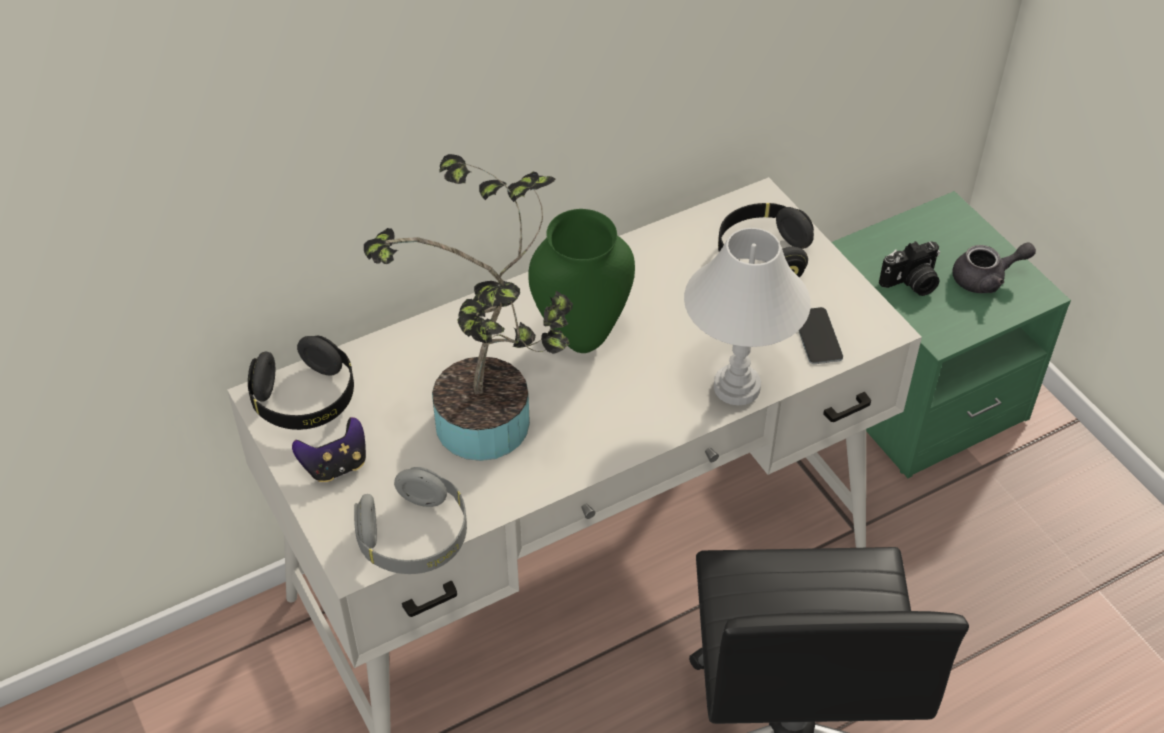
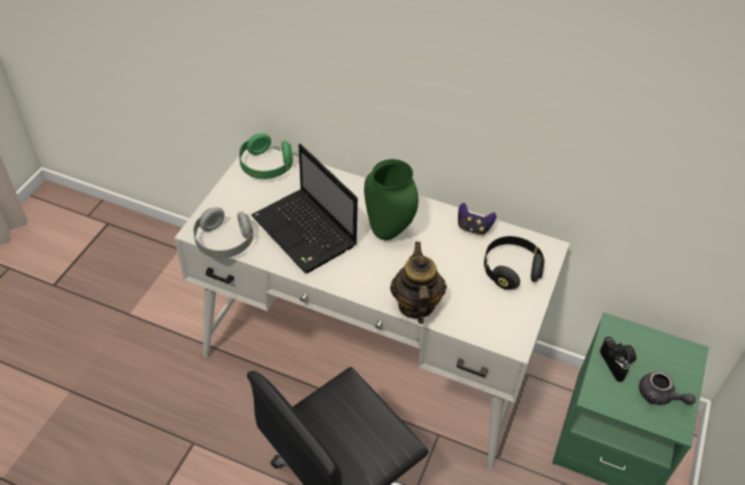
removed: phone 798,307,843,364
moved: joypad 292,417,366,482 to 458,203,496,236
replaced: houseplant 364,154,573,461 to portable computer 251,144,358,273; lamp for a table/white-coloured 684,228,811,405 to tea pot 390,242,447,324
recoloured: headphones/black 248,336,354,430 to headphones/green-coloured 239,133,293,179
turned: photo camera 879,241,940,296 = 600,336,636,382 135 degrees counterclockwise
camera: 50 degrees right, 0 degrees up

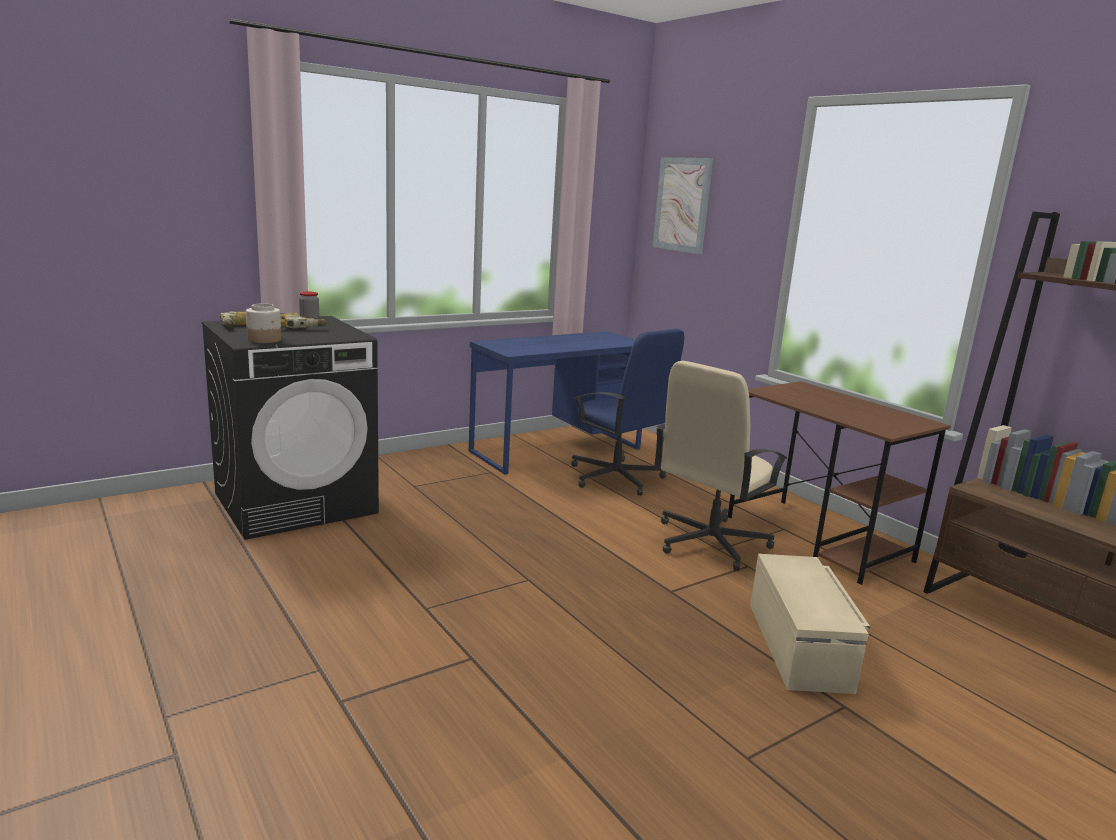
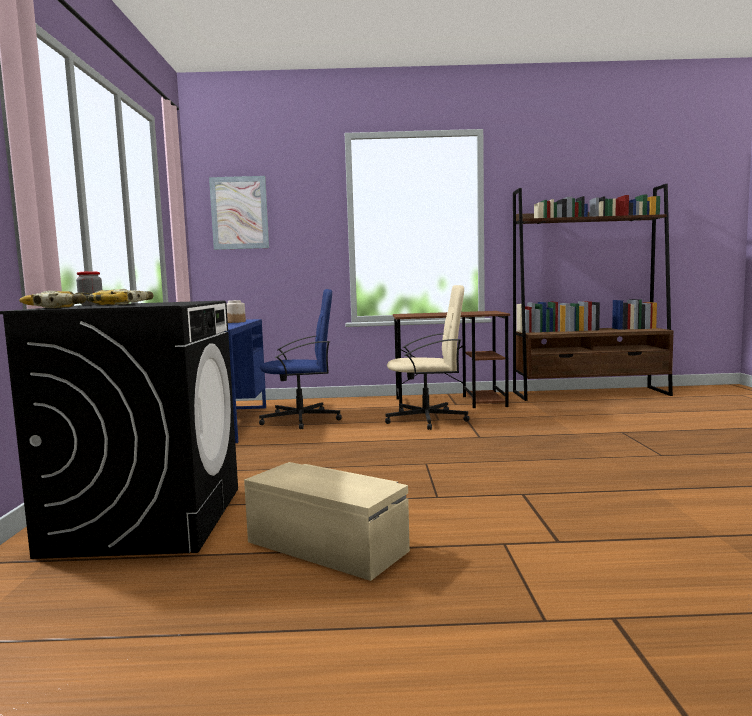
moved: jar 246,304,281,343 to 227,300,246,323; storage container/sand-coloured 750,554,870,694 to 244,462,410,581
turned: office chair/sand-coloured 654,361,787,571 = 385,285,470,430 75 degrees counterclockwise
camera: 55 degrees left, 10 degrees down

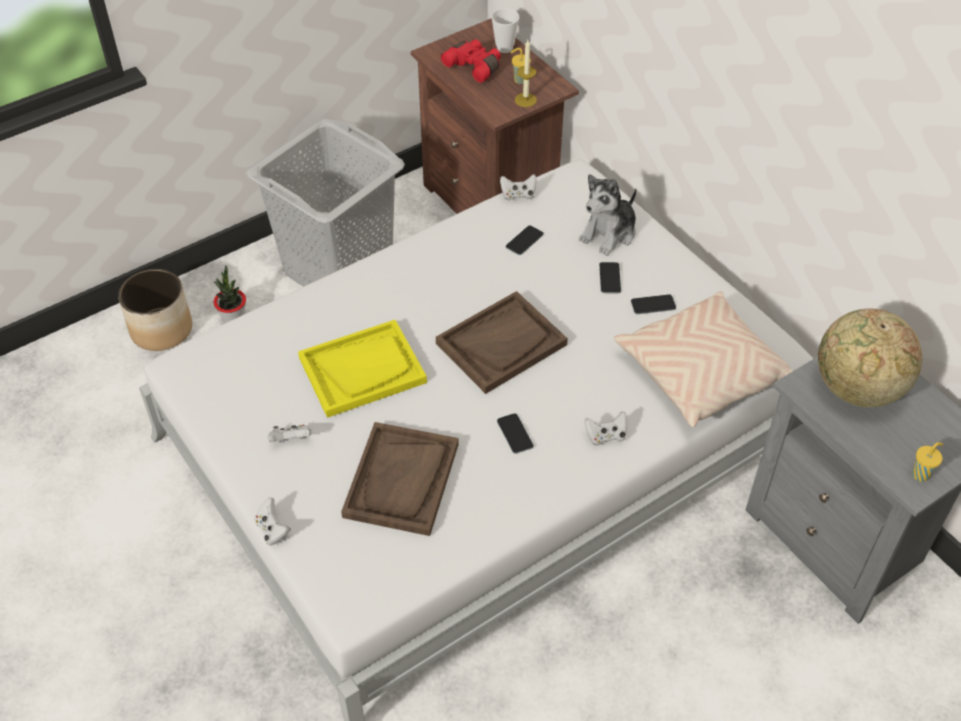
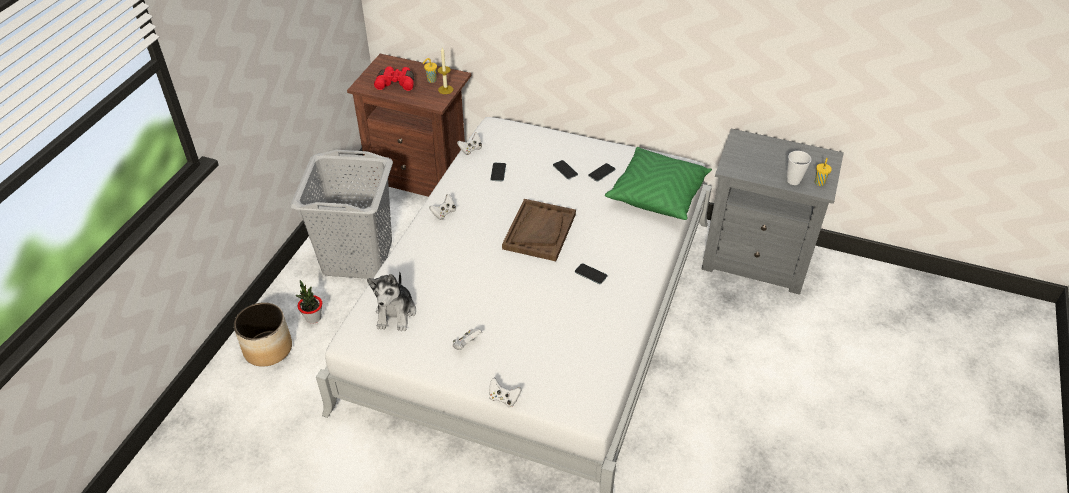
removed: globe 818,309,922,408; tray/yellowish 298,320,427,418; tray/brownish 341,422,459,536
moved: cup 491,9,519,53 to 787,151,811,185; soft toy 579,174,637,256 to 367,272,416,331; joypad/white-coloured 585,411,627,446 to 429,194,456,220
recoloured: pillow/sand-coloured 614,291,793,427 to pillow/green-coloured 605,147,712,220
camera: 35 degrees left, 5 degrees down

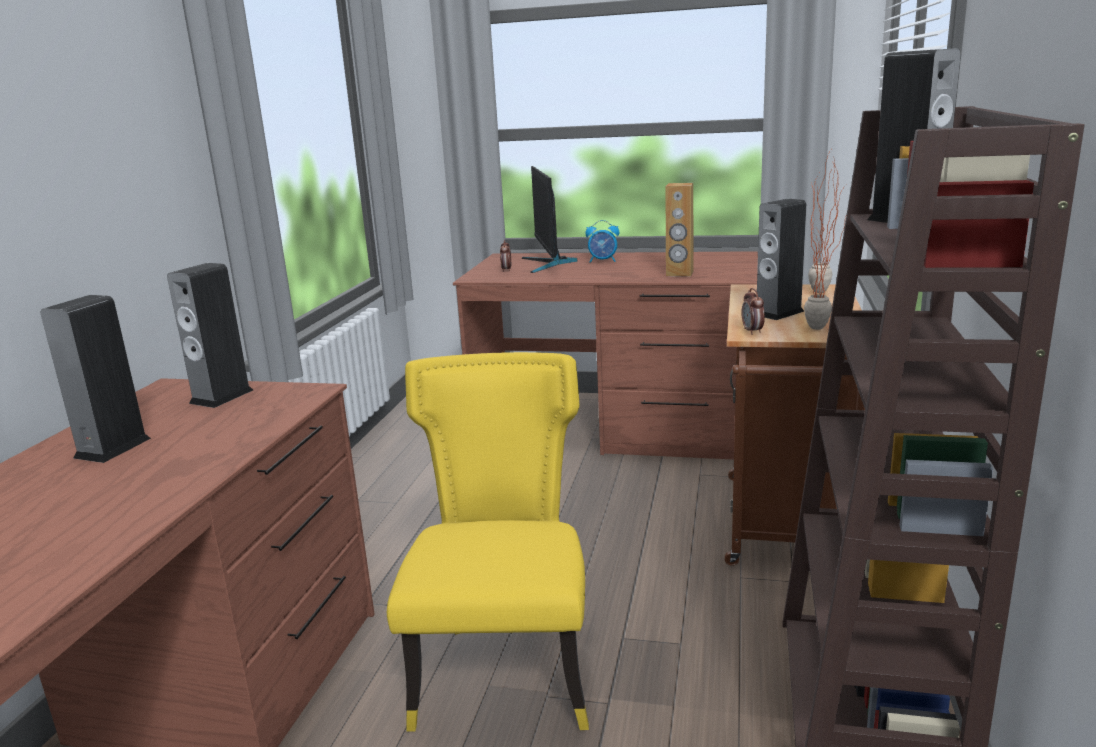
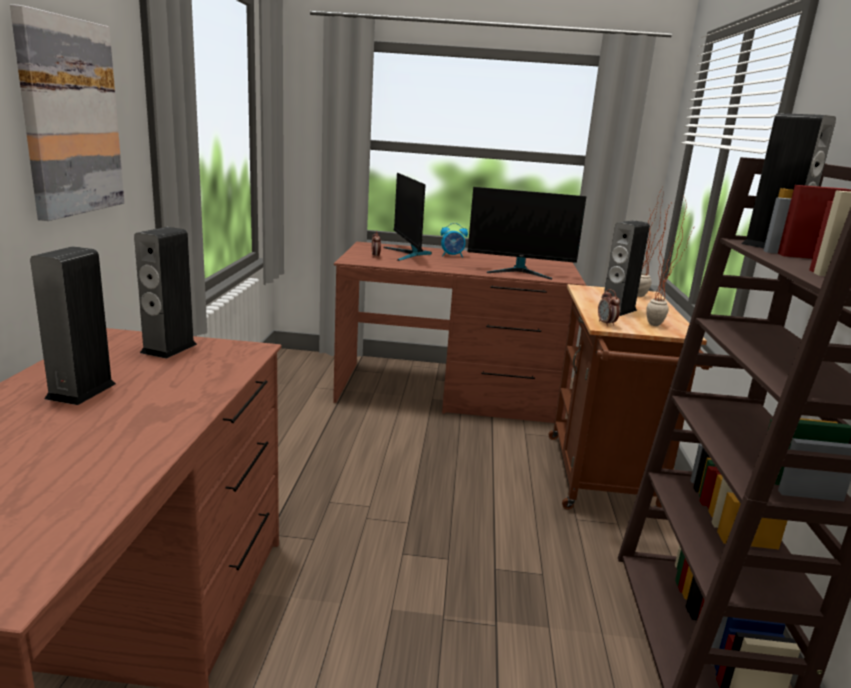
removed: chair/yellowish 387,352,589,732
added: wall picture 10,4,125,221
replaced: loudspeaker/brownish 665,183,694,277 to computer display 468,187,586,280
camera: 10 degrees left, 0 degrees up

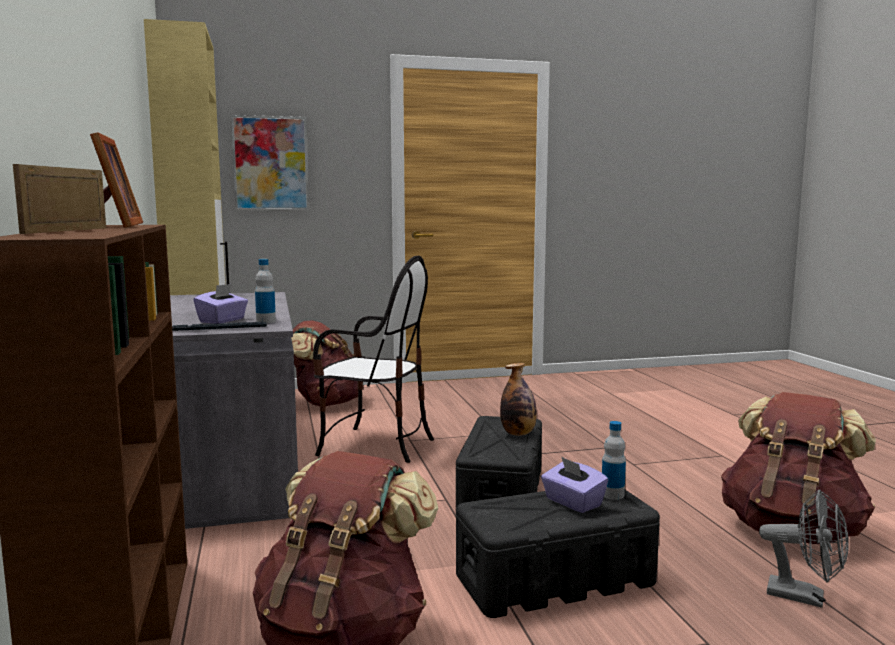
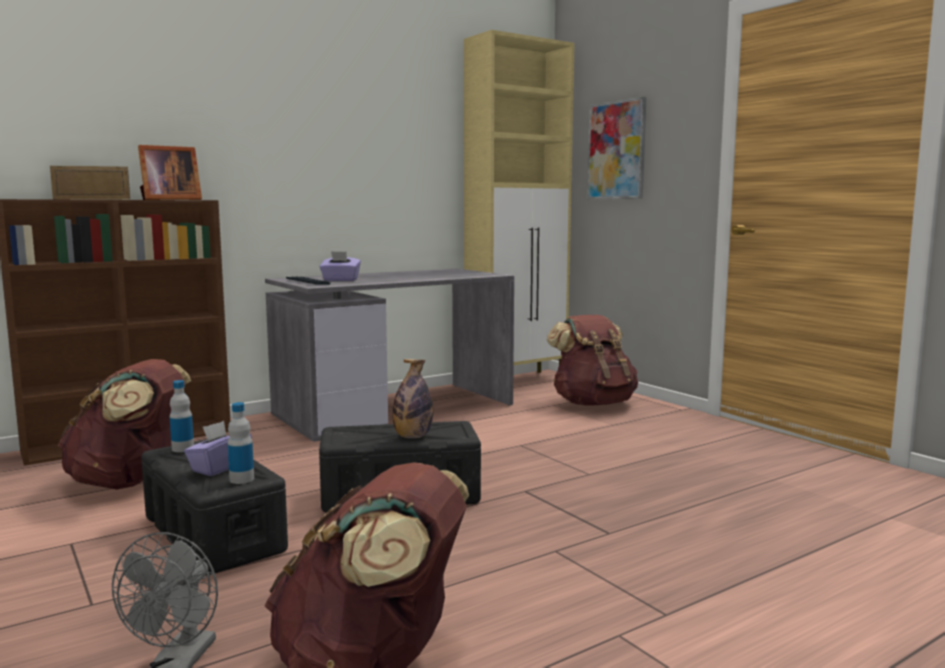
removed: chair 313,255,434,463
moved: beverage bottle 255,259,276,323 to 170,380,194,452
camera: 70 degrees right, 0 degrees up

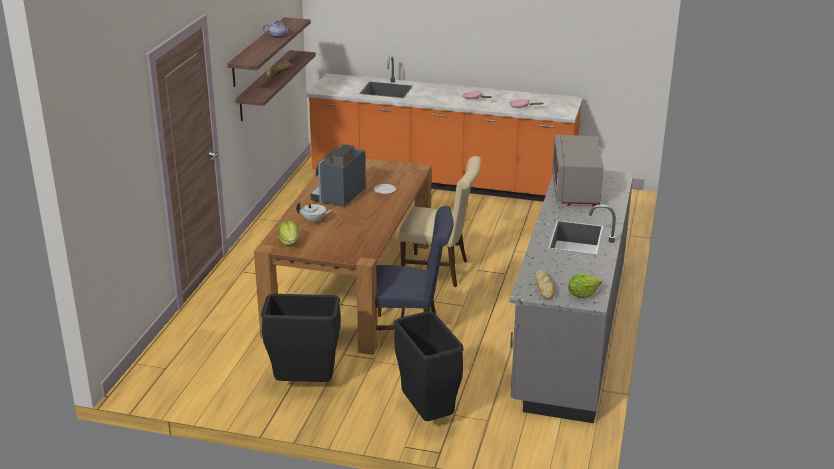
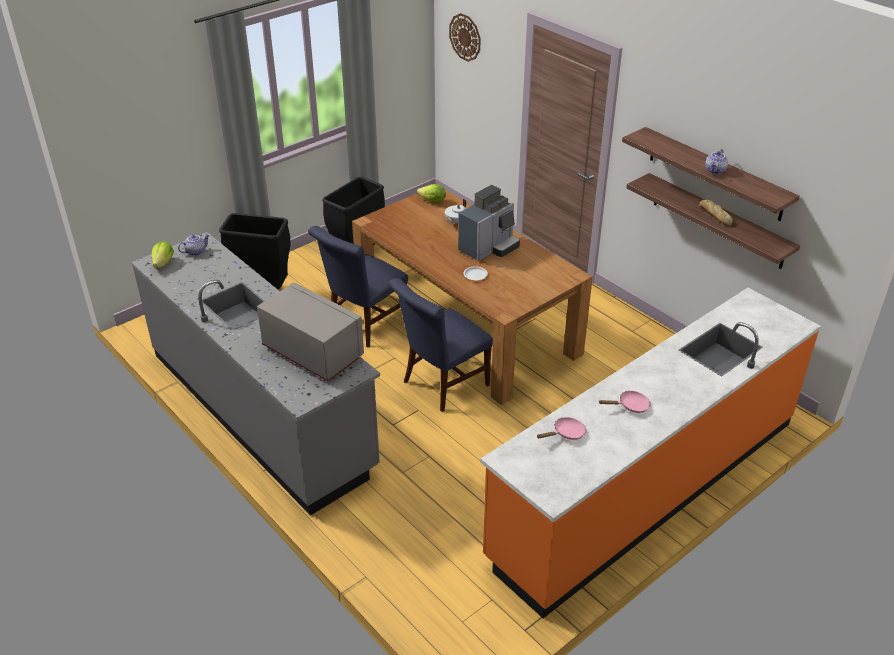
added: wall clock 449,13,481,62
replaced: bakery bread 535,270,555,300 to tea pot 178,234,210,256
recoloured: chair/sand-coloured 398,156,481,287 to chair/bluish 388,278,493,412
turned: coffee maker 310,144,366,207 = 458,185,520,261 75 degrees clockwise
camera: 125 degrees right, 10 degrees up

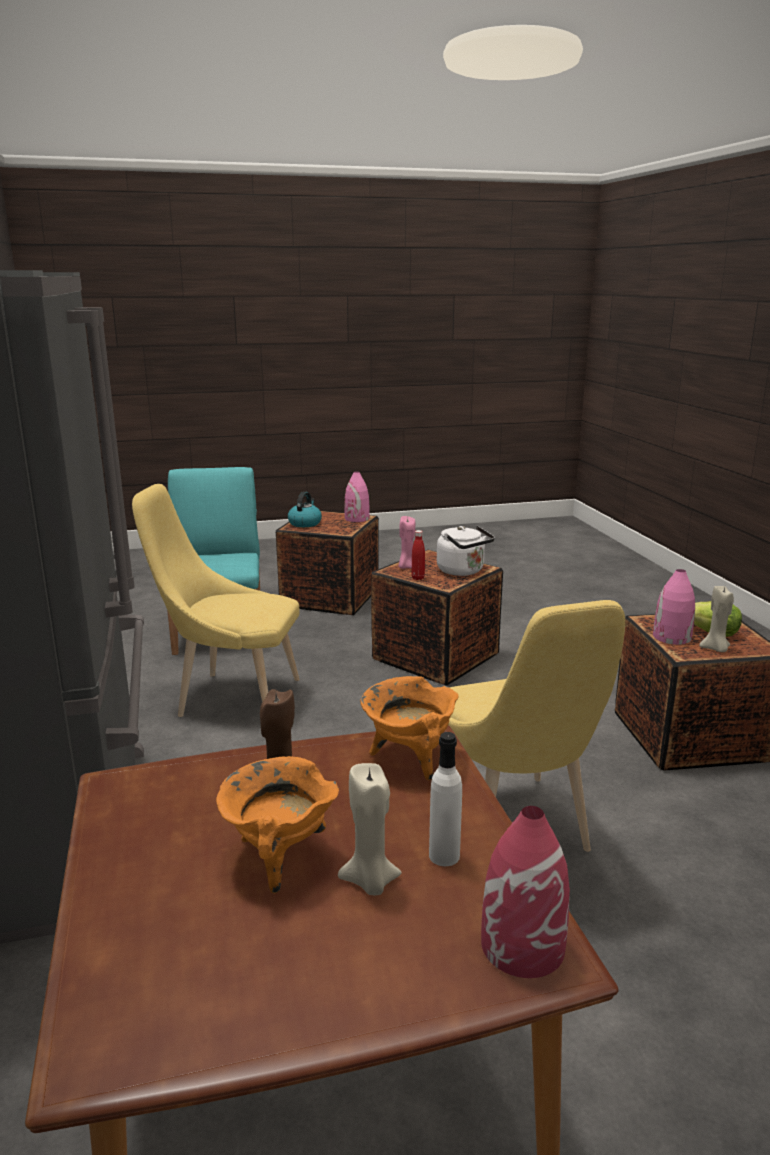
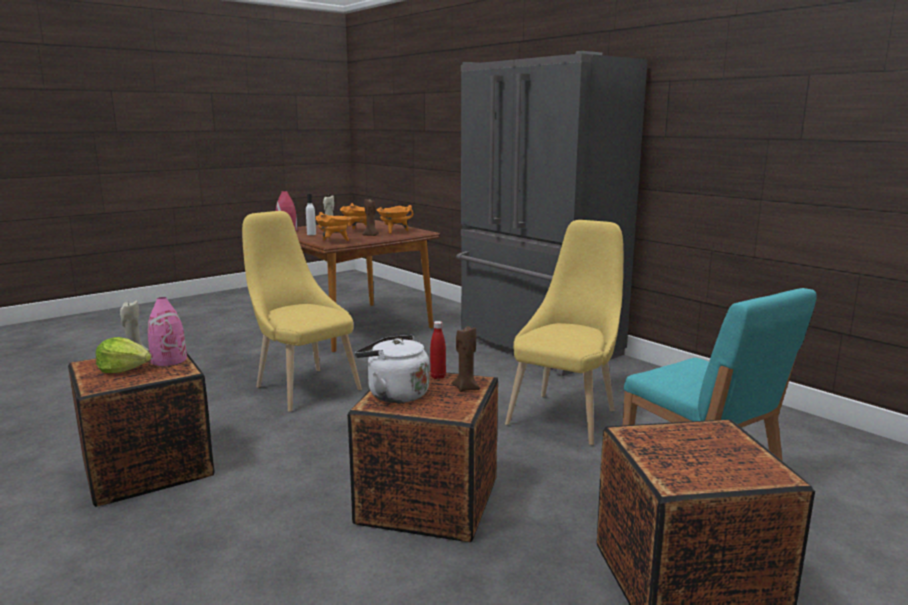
removed: decorative vase/pink 344,471,370,522; kettle 288,492,322,527
added: cooking pot/orange-coloured 377,205,413,234
recoloured: wax light/pink 399,516,415,569 to wax light/brownish 451,326,480,392
turned: chair/yellowish 132,484,300,717 = 505,220,623,445 45 degrees counterclockwise
camera: 155 degrees right, 5 degrees down

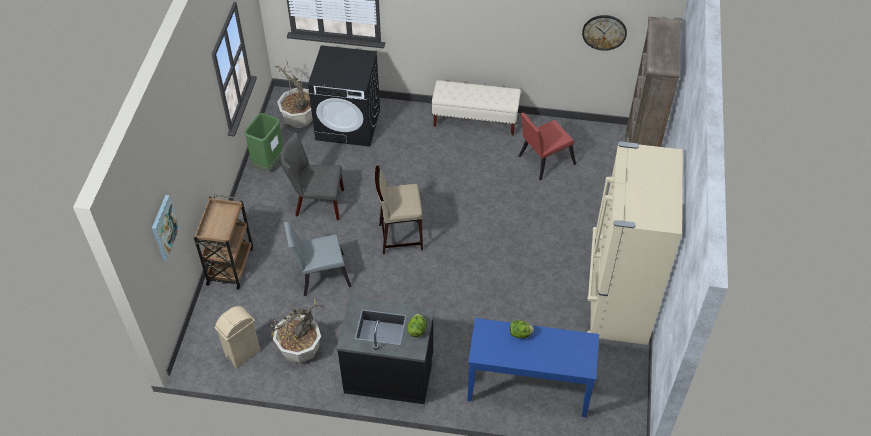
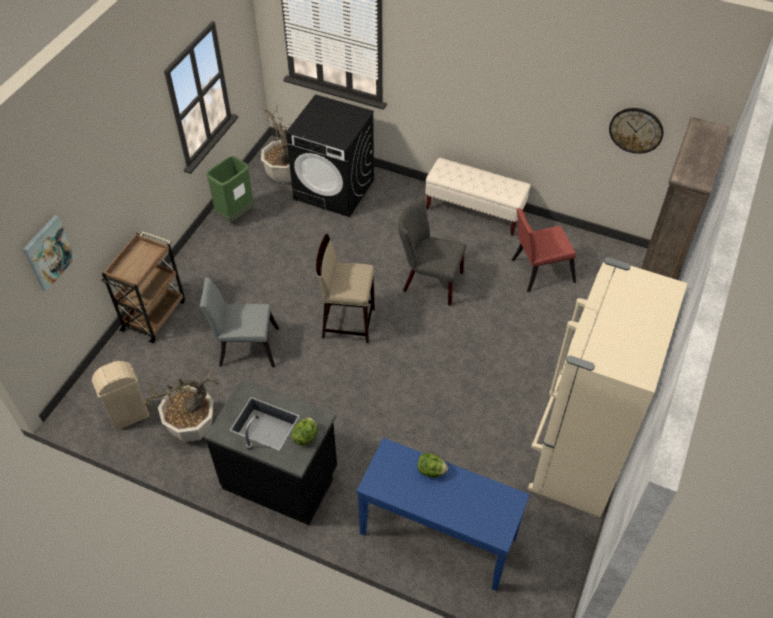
moved: chair/gray 280,132,344,220 to 399,196,466,306
camera: 15 degrees right, 0 degrees up

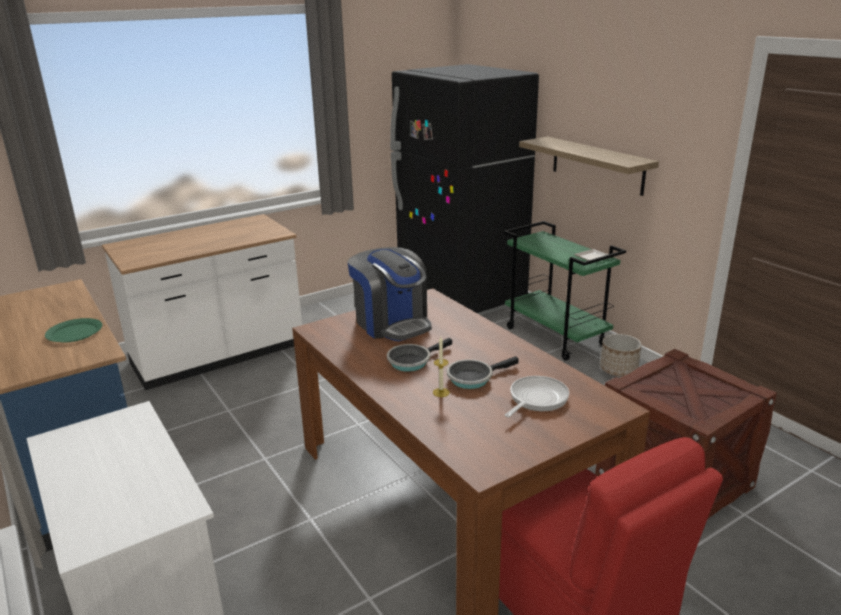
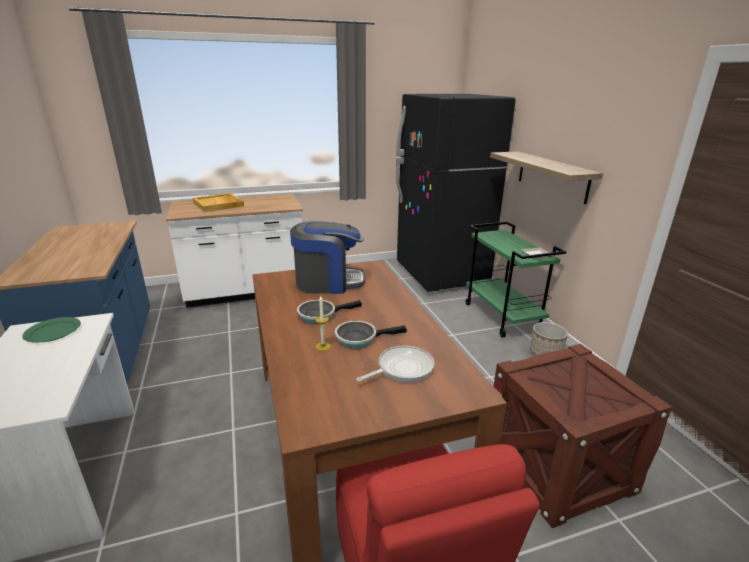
added: tray/sand-coloured 193,193,244,212
moved: dinner plate/green-coloured 45,318,102,342 to 22,317,81,343
turned: coffee maker 348,247,432,341 = 290,221,365,294 75 degrees counterclockwise
camera: 15 degrees right, 0 degrees up

